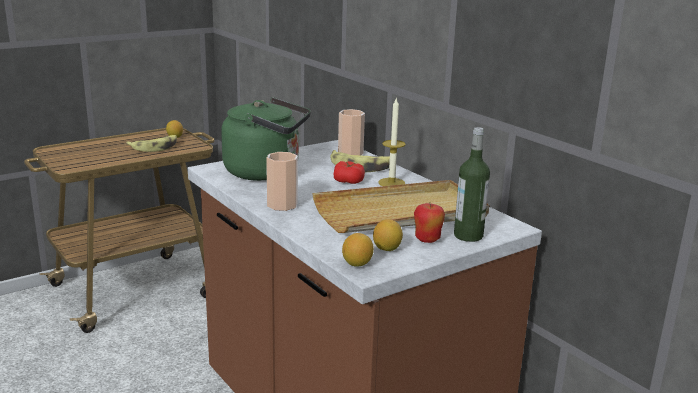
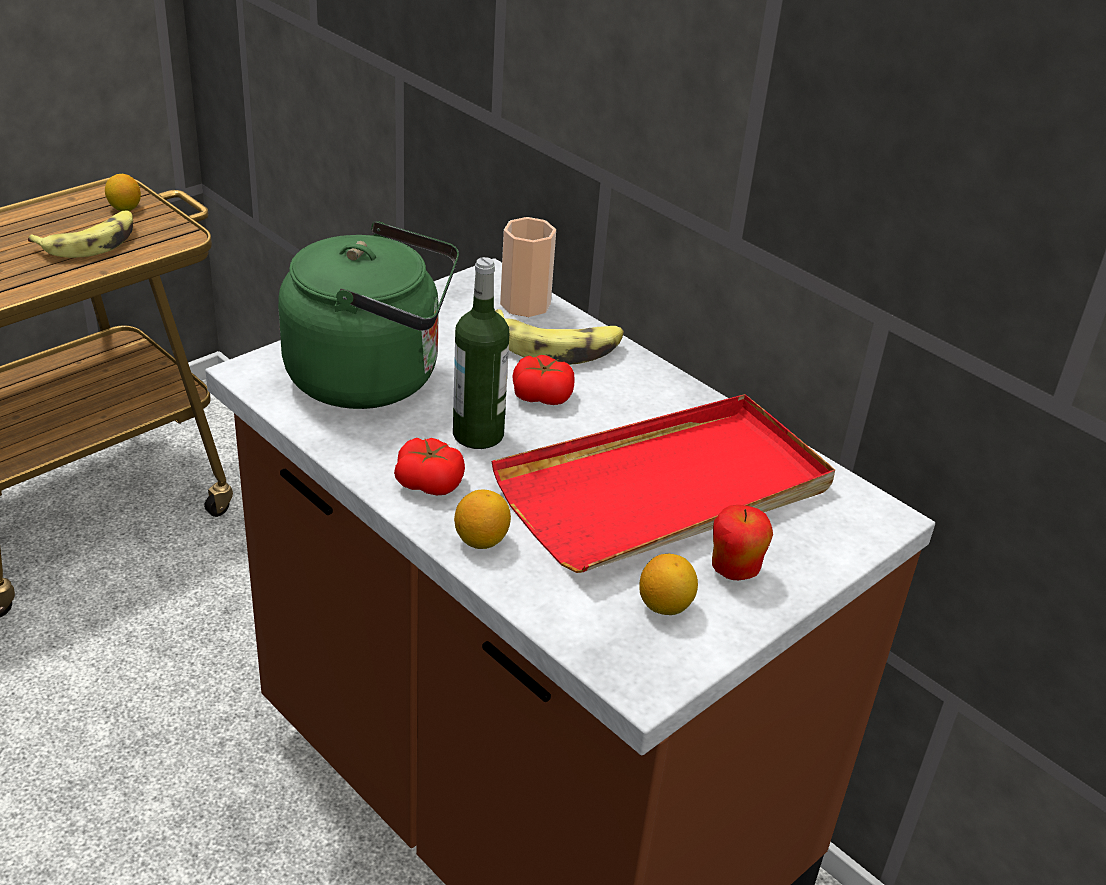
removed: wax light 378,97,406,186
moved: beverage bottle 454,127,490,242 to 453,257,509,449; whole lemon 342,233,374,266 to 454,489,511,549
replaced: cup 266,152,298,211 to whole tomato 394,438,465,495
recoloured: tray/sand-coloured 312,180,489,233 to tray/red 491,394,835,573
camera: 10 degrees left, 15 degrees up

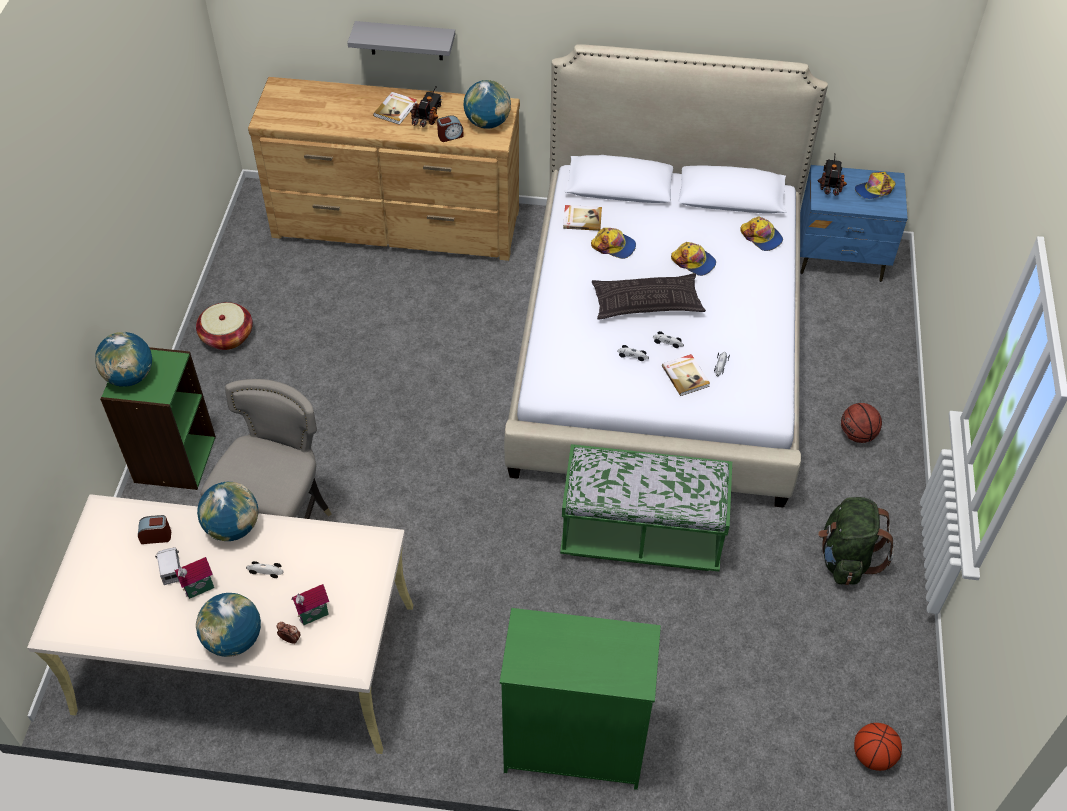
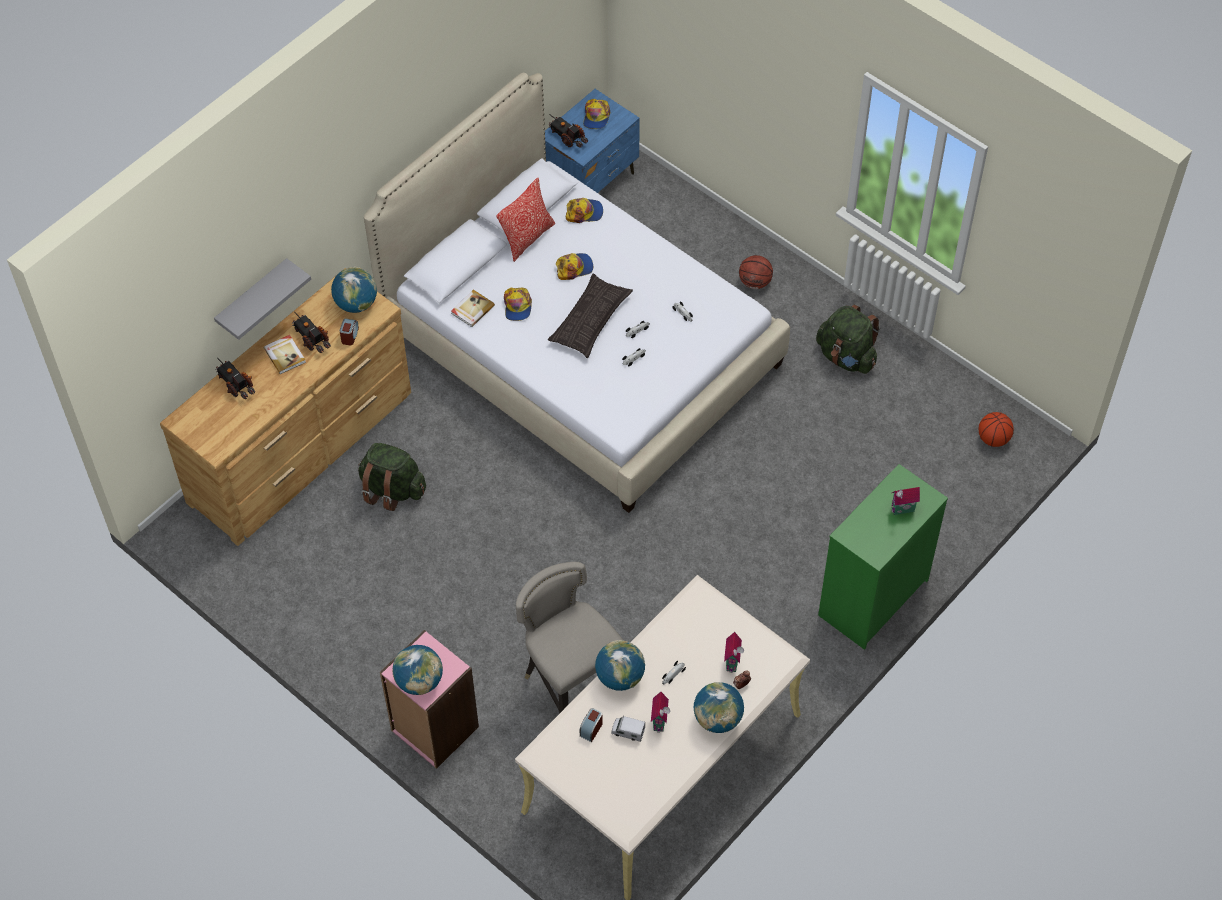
removed: basket 196,302,253,350; volume 662,354,710,396; long seat/green-coloured 560,444,732,571
added: pillow 496,177,555,262; model truck 215,358,255,399; rucksack/green-coloured 358,443,426,511; model house 891,487,920,515
recoloured: shelving unit/green-coloured 100,347,216,490 to shelving unit/pink 380,630,479,769
turned: cap 591,228,636,259 = 504,287,532,321 120 degrees clockwise
camera: 55 degrees left, 5 degrees up

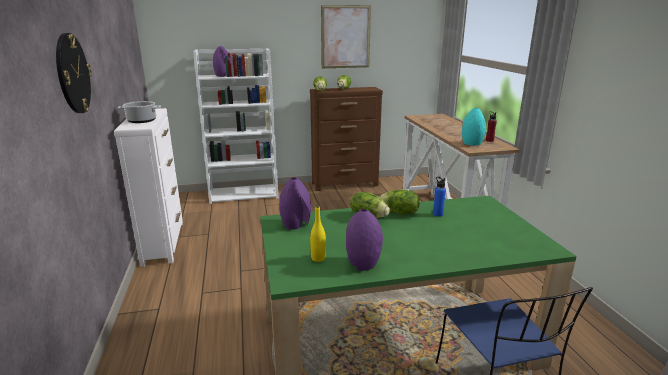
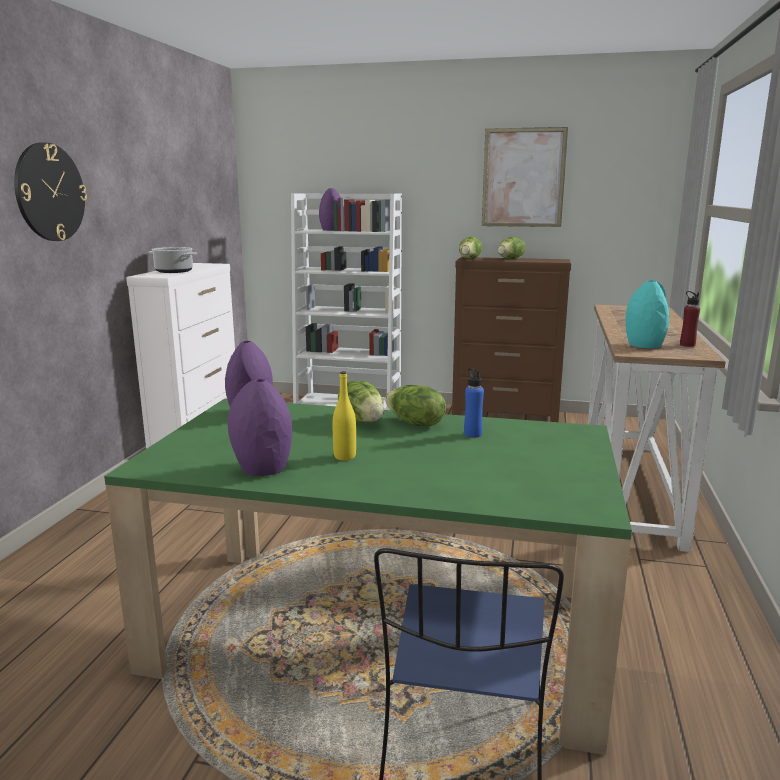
moved: beverage bottle/yellowish 310,205,326,262 to 333,371,356,461
camera: 25 degrees right, 5 degrees down

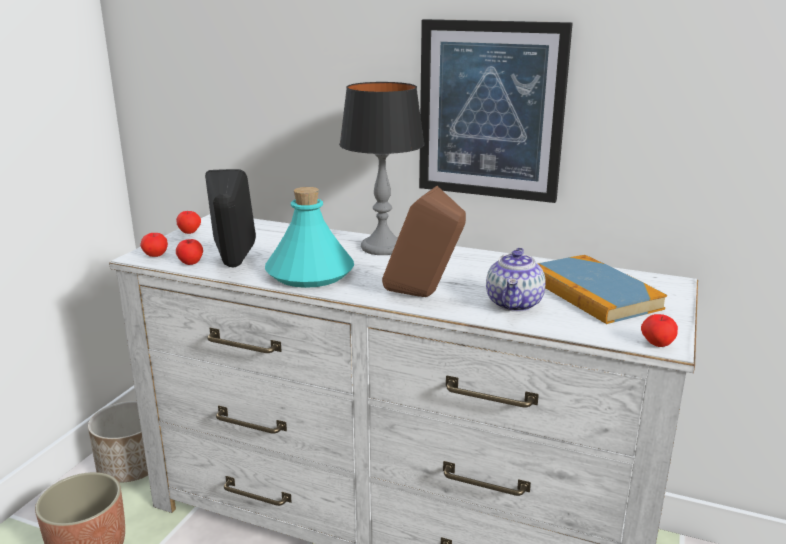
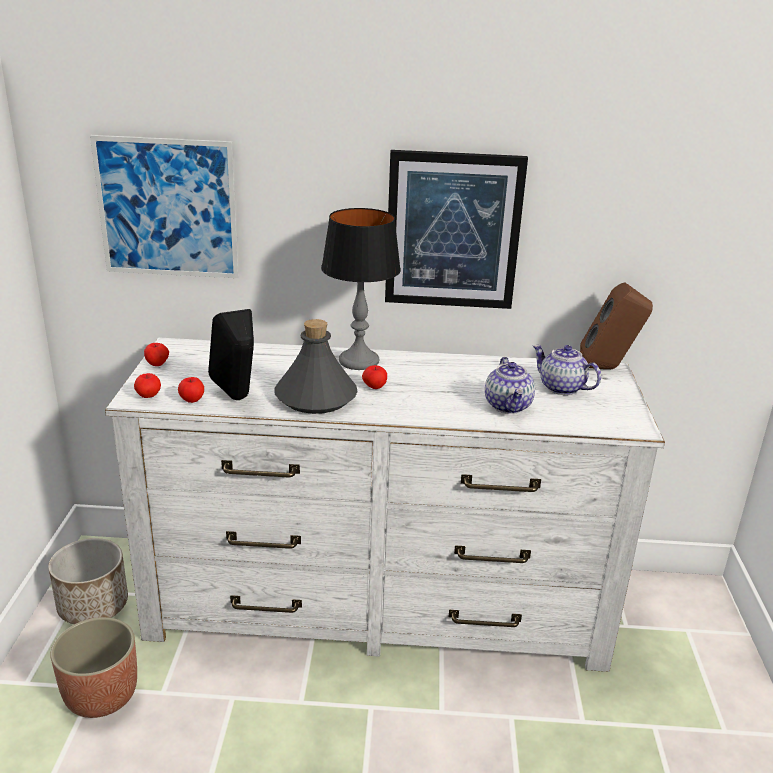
added: wall picture 90,135,239,278
moved: loudspeaker/brownish 382,186,466,297 to 580,282,653,369; whole apple 641,314,678,347 to 362,365,387,389
replaced: volume 537,255,667,324 to tea pot 533,345,601,395
recoloured: beverage bottle/turquoise-coloured 265,187,354,288 to beverage bottle/gray 274,319,358,414
camera: 20 degrees left, 5 degrees up

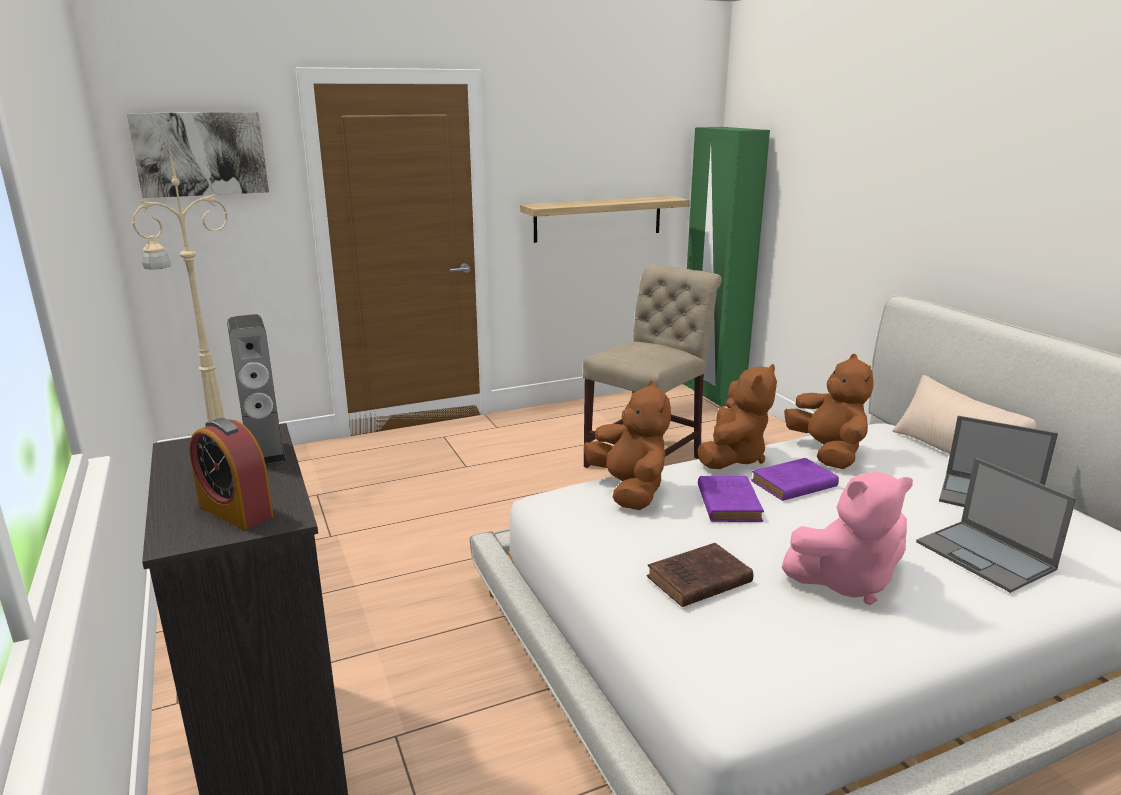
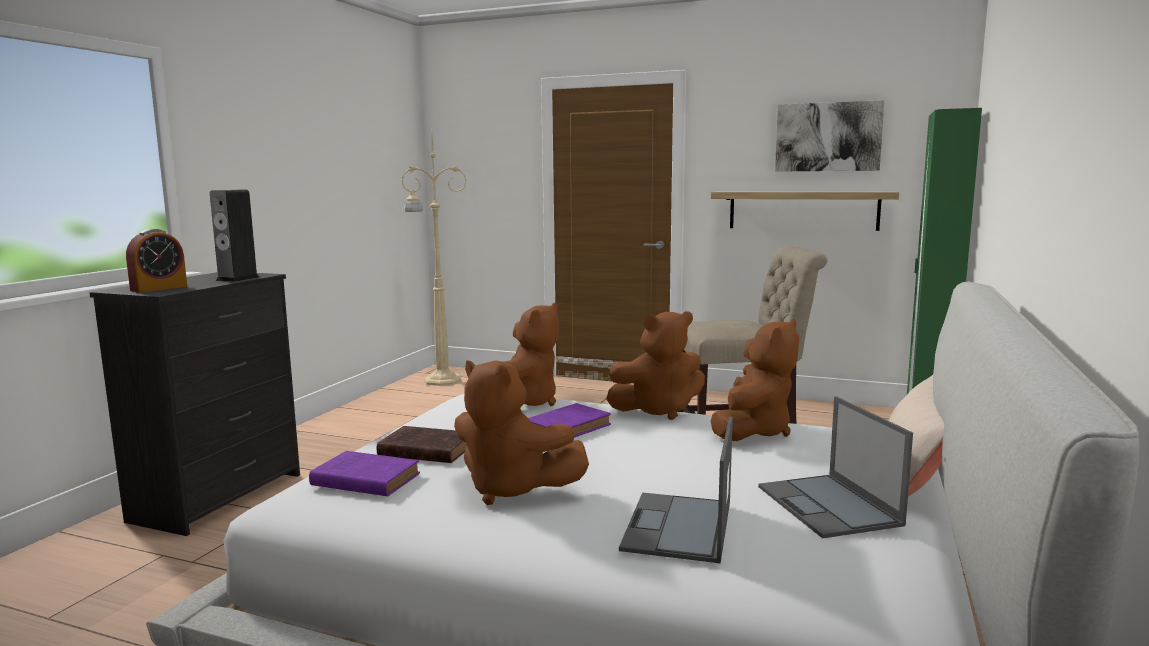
moved: wall picture 127,112,269,198 to 775,100,884,172; volume/purple 751,458,839,501 to 309,451,420,496
recoloured: soft toy/pink 781,472,913,605 to soft toy/brownish 454,360,589,505
turned: bedside clock 189,418,273,530 = 126,229,187,293 135 degrees counterclockwise
camera: 45 degrees right, 10 degrees down

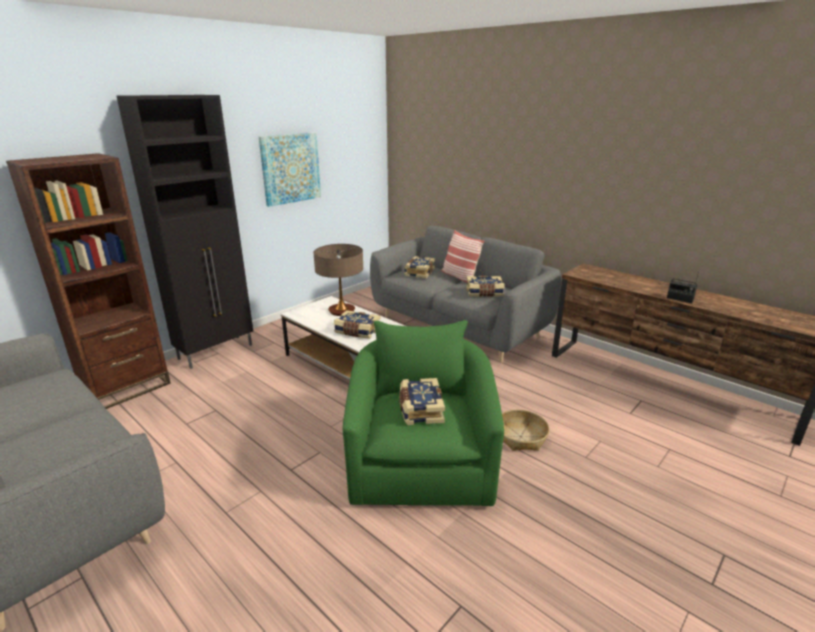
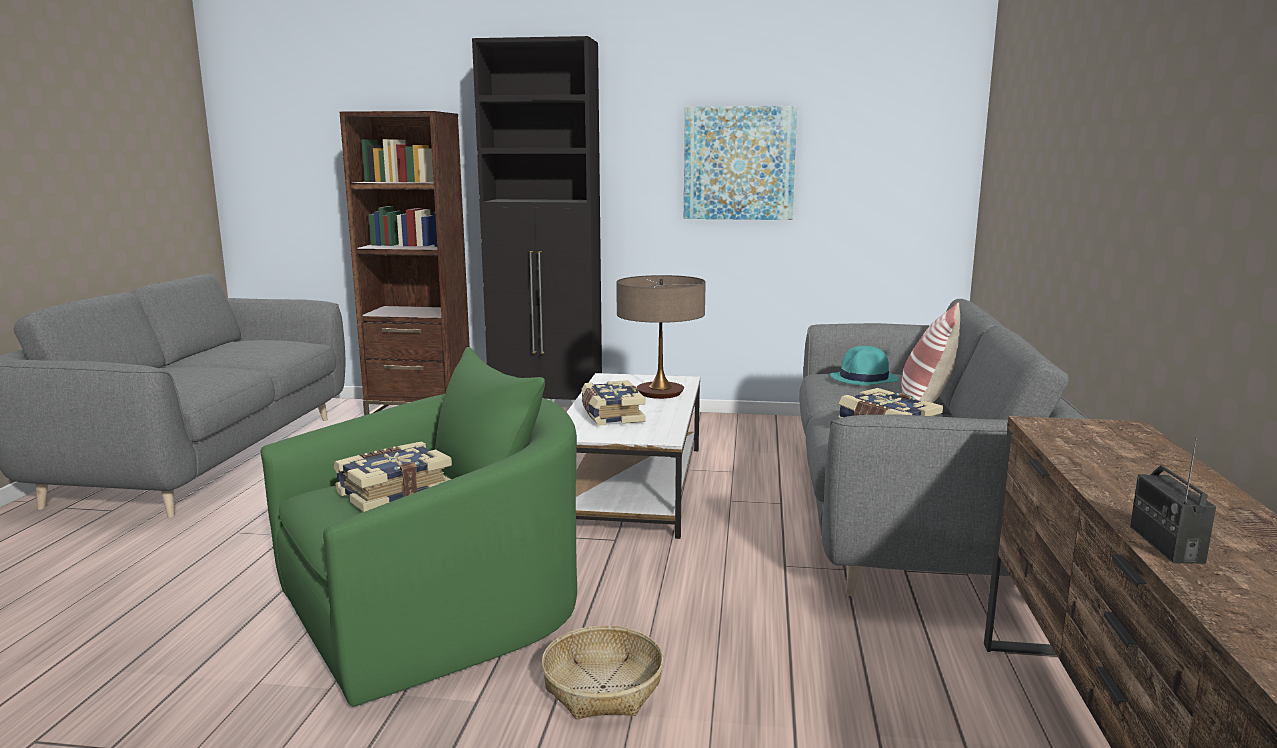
replaced: volume 404,256,435,278 to wearable hat/turquoise-coloured 830,346,898,385
camera: 55 degrees right, 10 degrees down

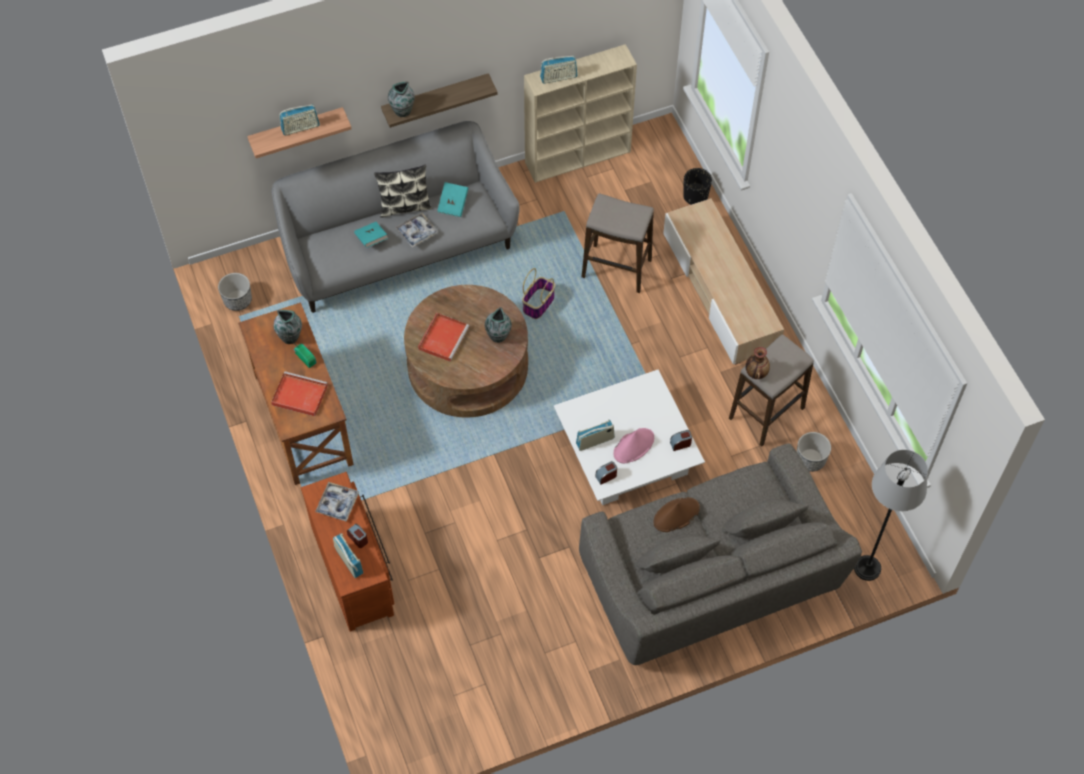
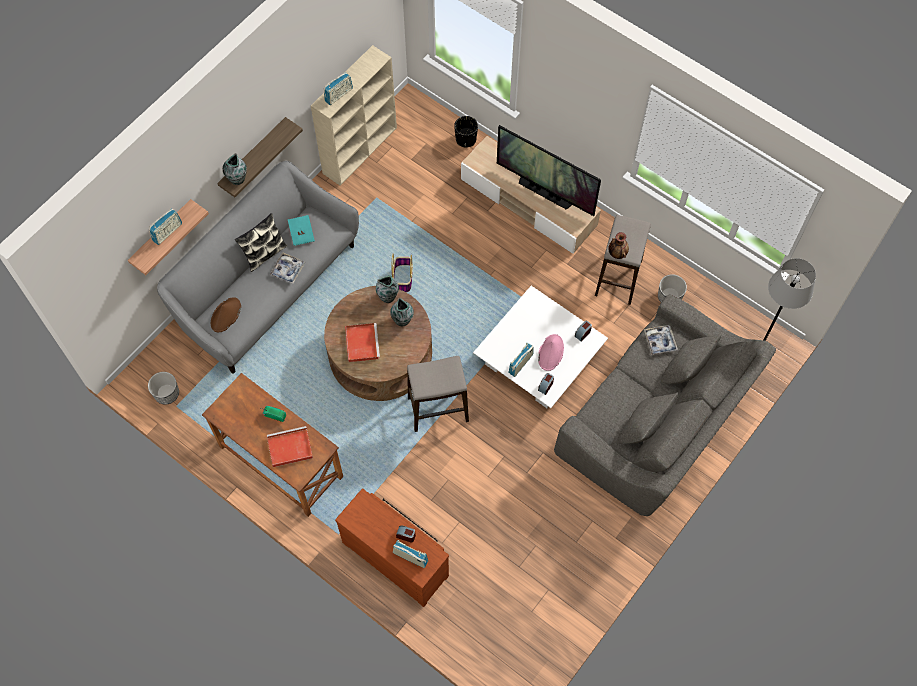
removed: volume/turquoise-coloured 354,222,388,248
added: TV set 497,125,601,216
moved: stool 582,194,654,293 to 407,356,469,432; decorative vase 274,310,302,344 to 376,275,399,303; tray 315,482,359,522 to 644,325,678,355; wearable hat/brownish 653,497,700,532 to 211,297,241,332
camera: 30 degrees left, 5 degrees up

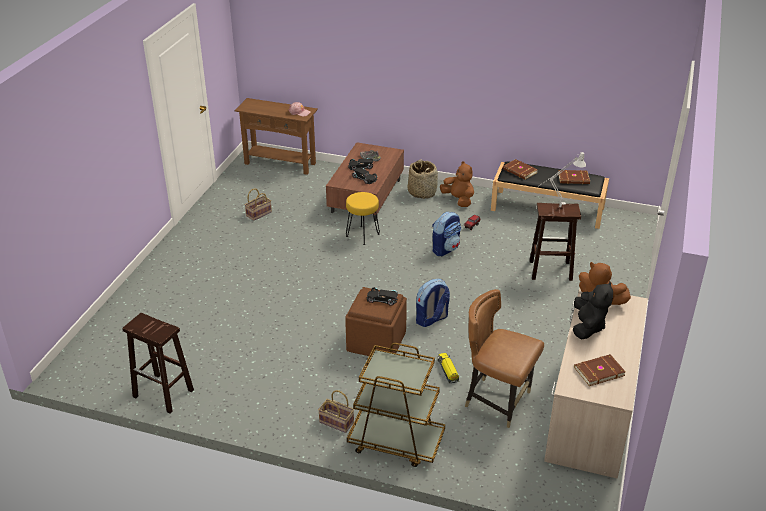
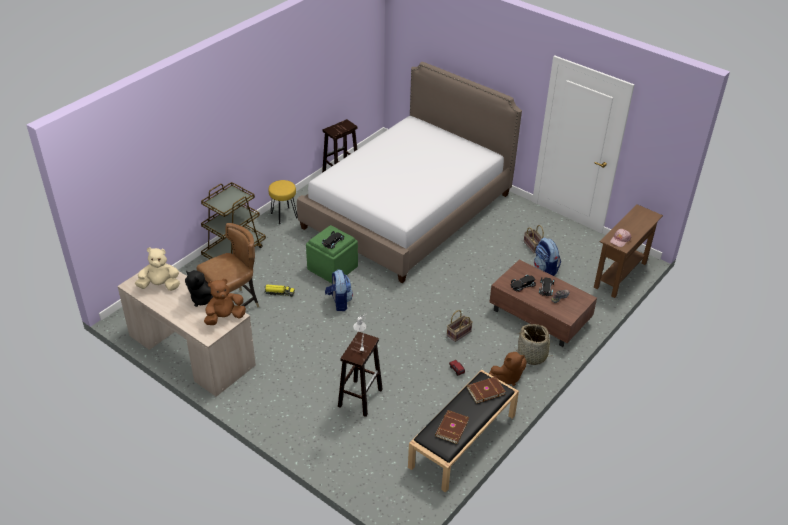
added: sleeping bed 297,62,522,283
moved: stool/yellowish 346,192,380,245 to 268,180,298,224; rucksack 432,212,461,256 to 534,237,561,276; basket 318,390,354,433 to 447,310,473,342
replaced: volume/brownish 574,354,626,386 to soft toy/sand-coloured 135,247,180,291
recoloured: footrest/brownish 345,287,407,356 to footrest/green-coloured 306,225,358,283
camera: 110 degrees right, 5 degrees up

